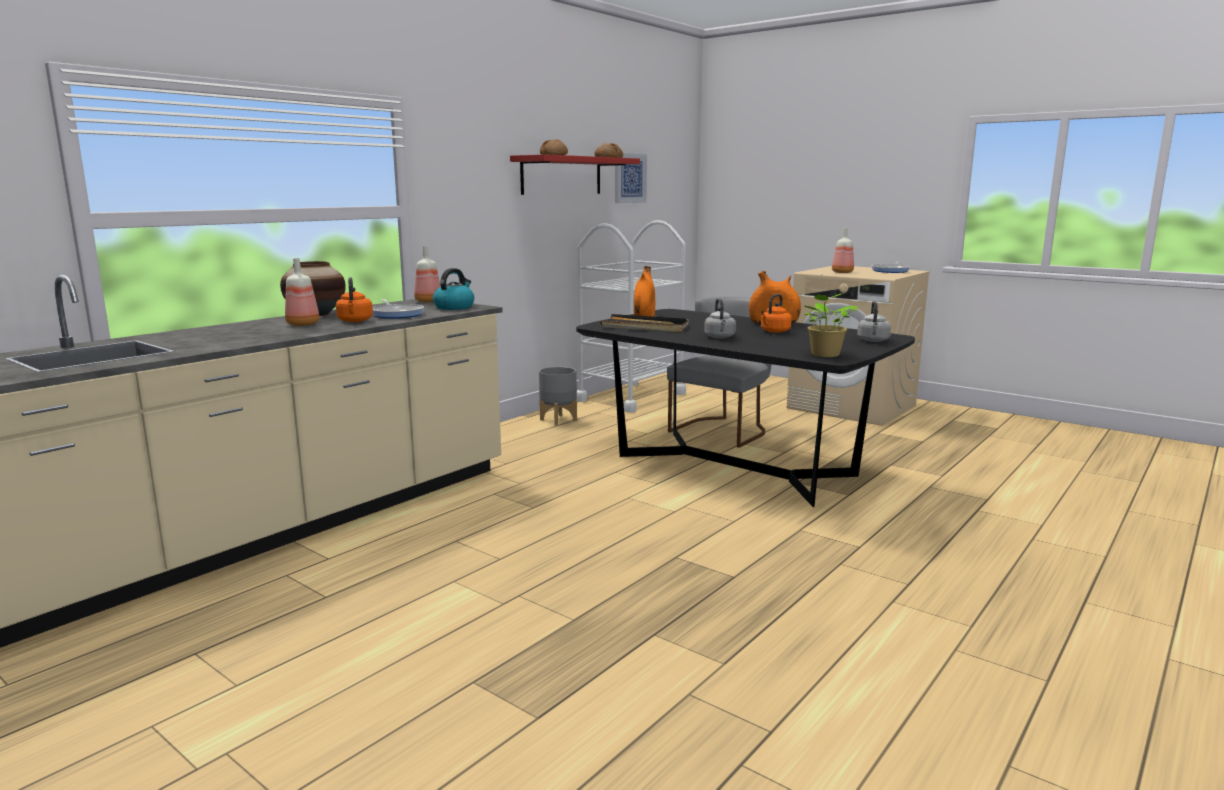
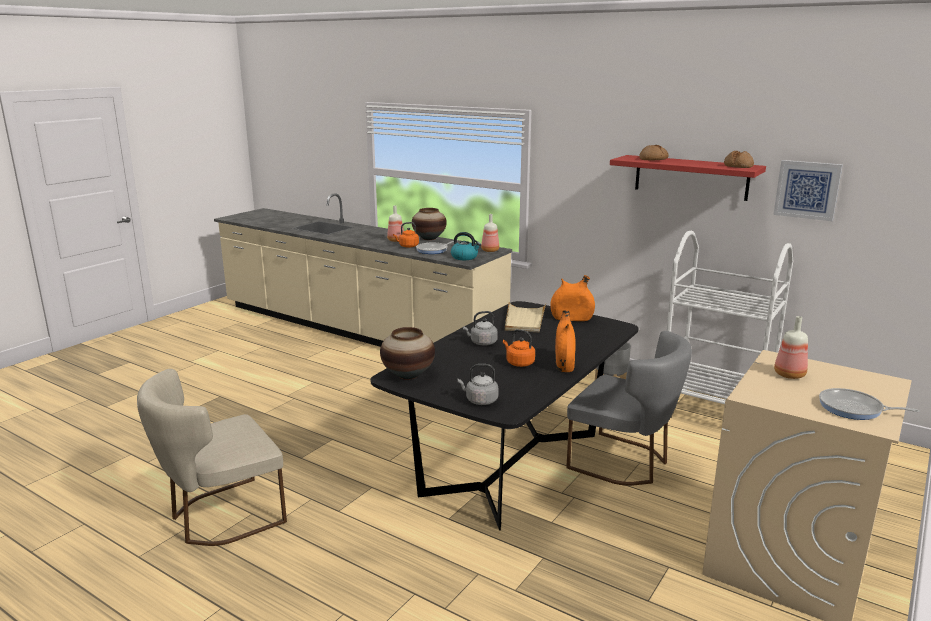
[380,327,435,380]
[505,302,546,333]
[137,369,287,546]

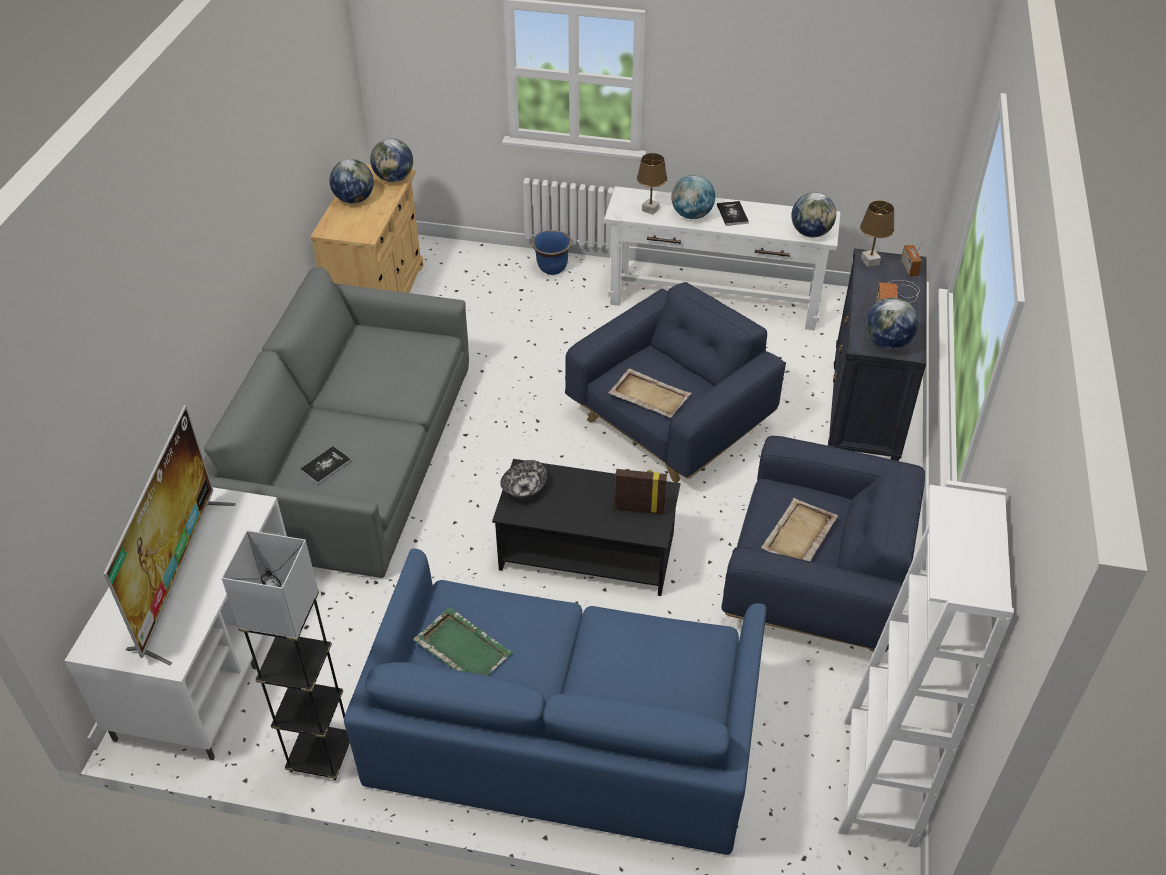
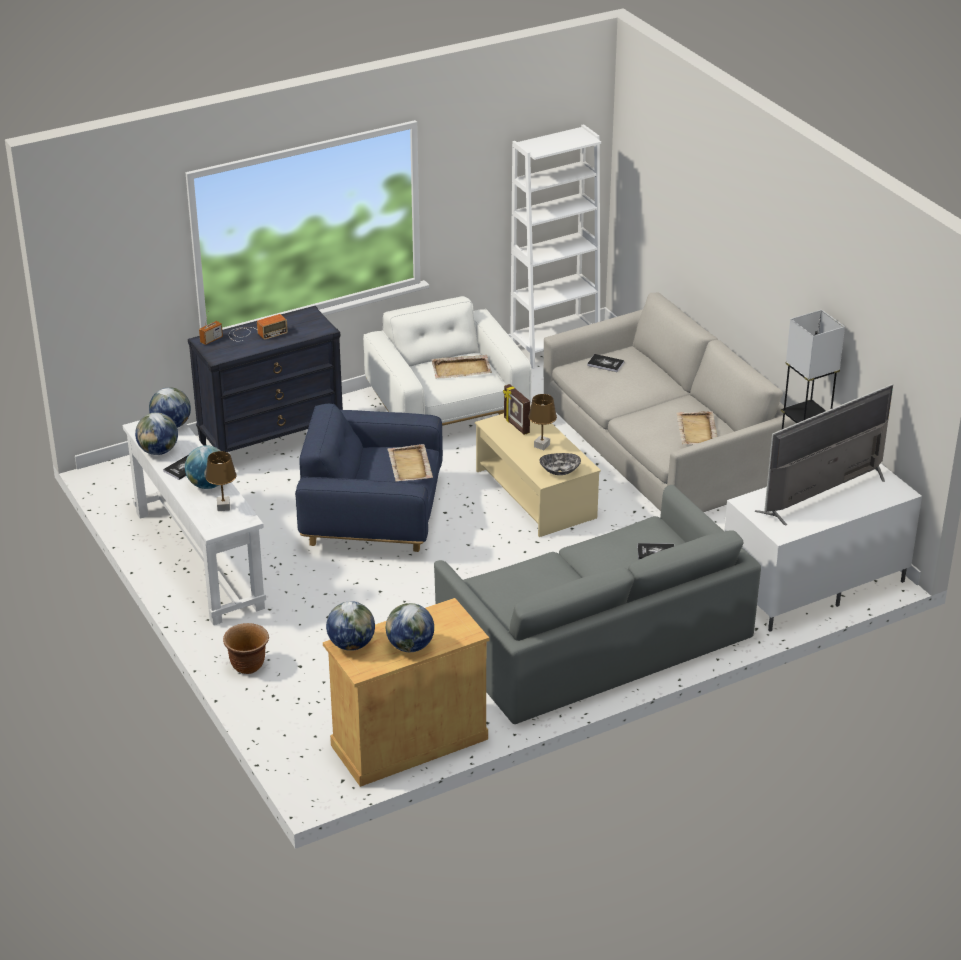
[528,394,557,450]
[223,623,269,674]
[135,412,178,455]
[363,296,531,426]
[475,405,601,537]
[544,292,796,512]
[676,411,717,444]
[587,354,624,372]

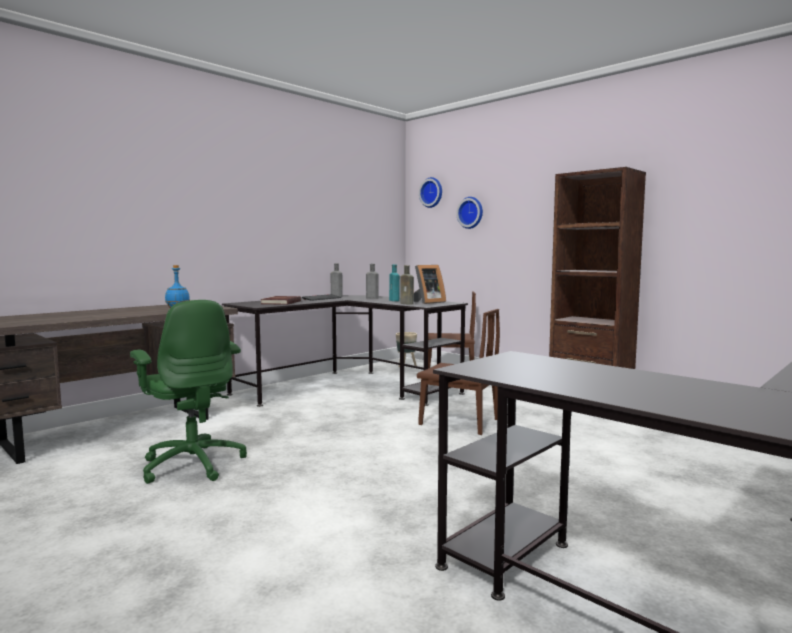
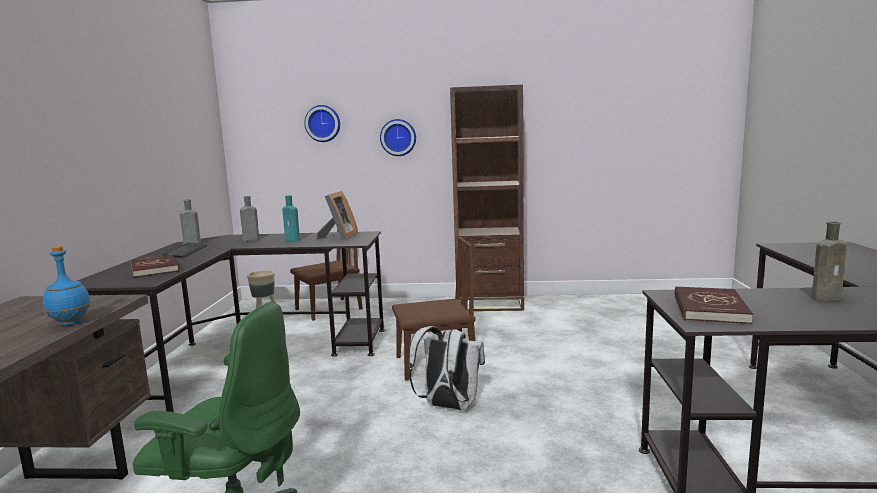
[380,119,416,156]
[812,221,847,301]
[675,286,753,324]
[409,326,485,410]

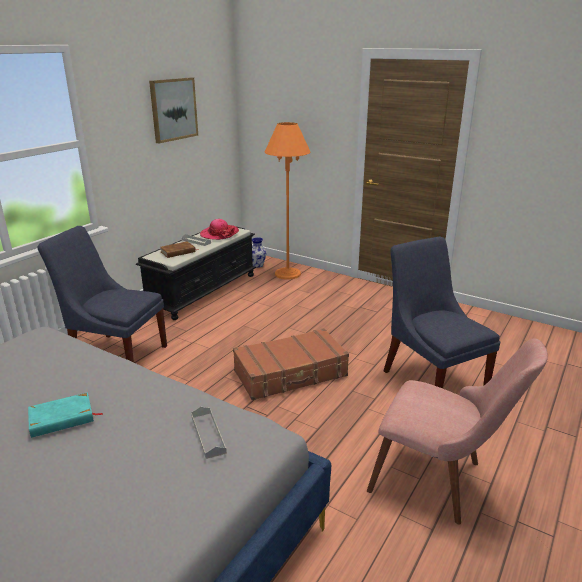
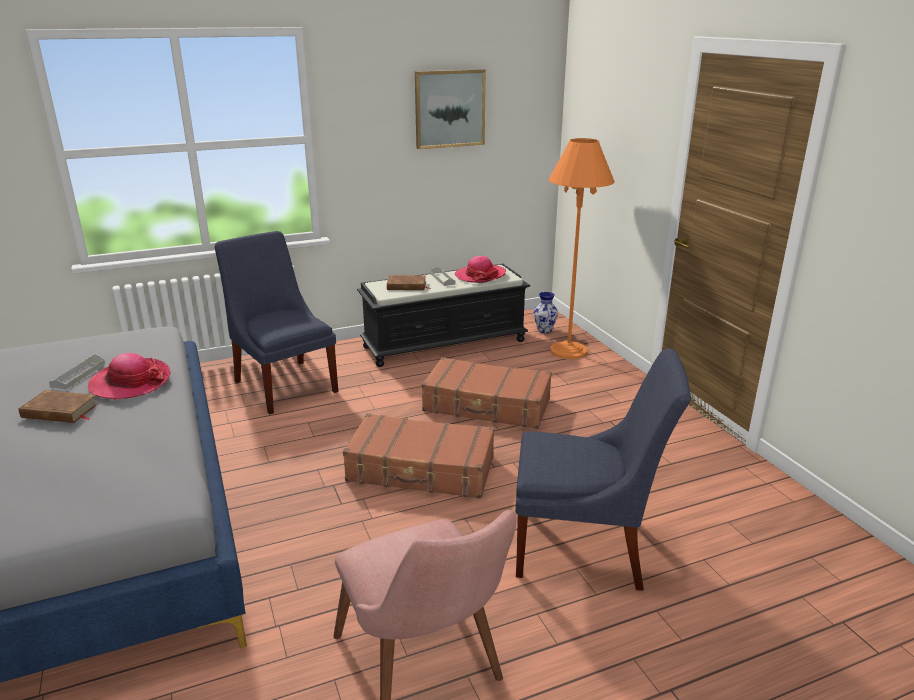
[515,348,691,591]
[19,390,98,423]
[49,354,105,390]
[88,353,171,400]
[422,357,552,429]

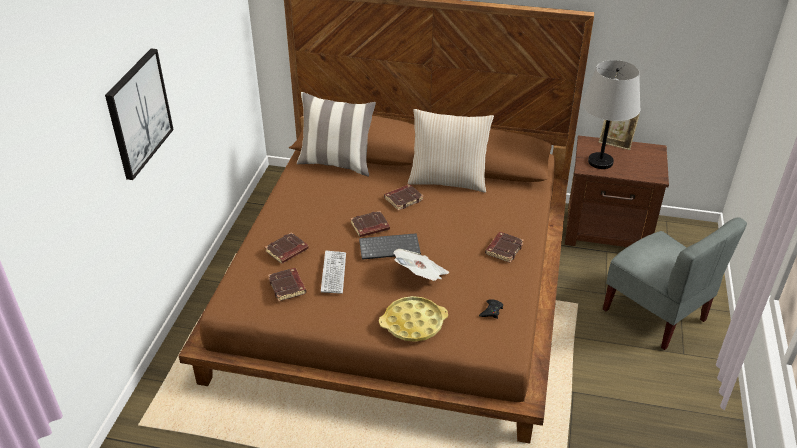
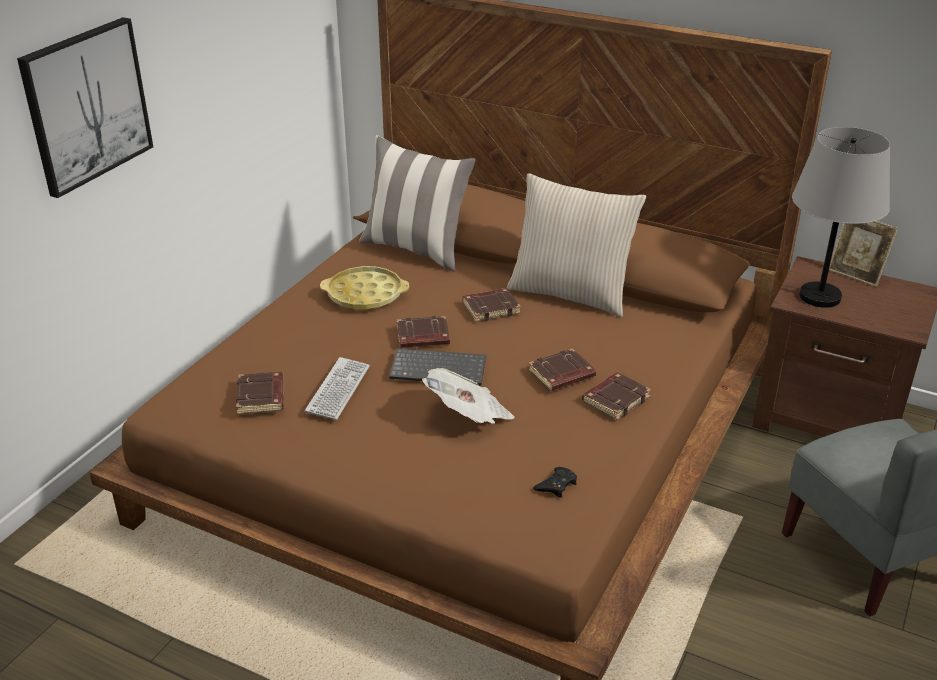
[529,349,596,391]
[320,266,409,310]

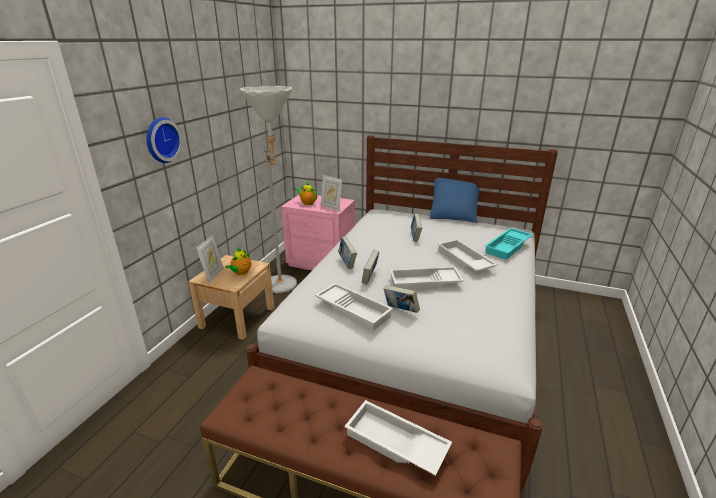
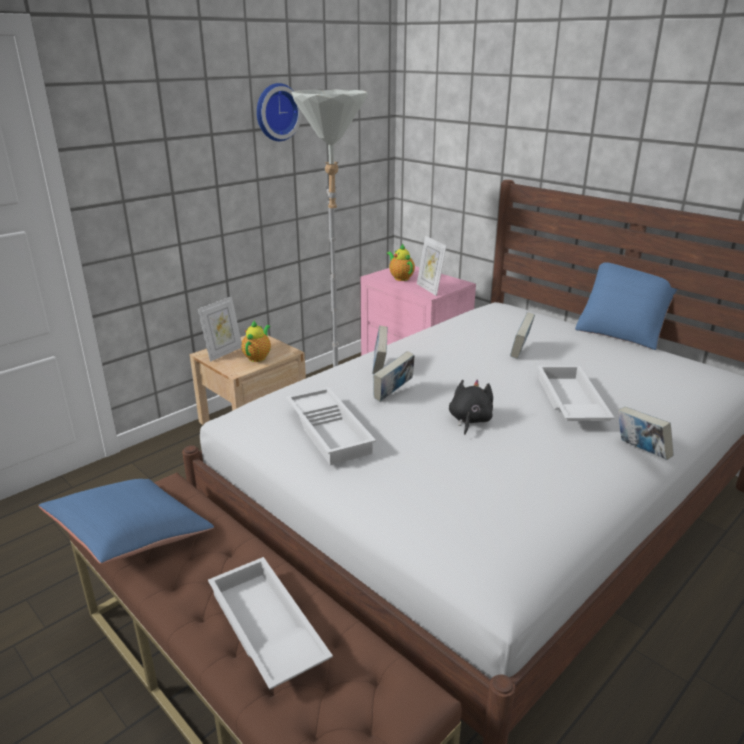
[257,83,302,141]
[485,228,533,260] (first image)
[241,320,271,362]
[449,380,493,435]
[618,407,674,460]
[39,479,214,564]

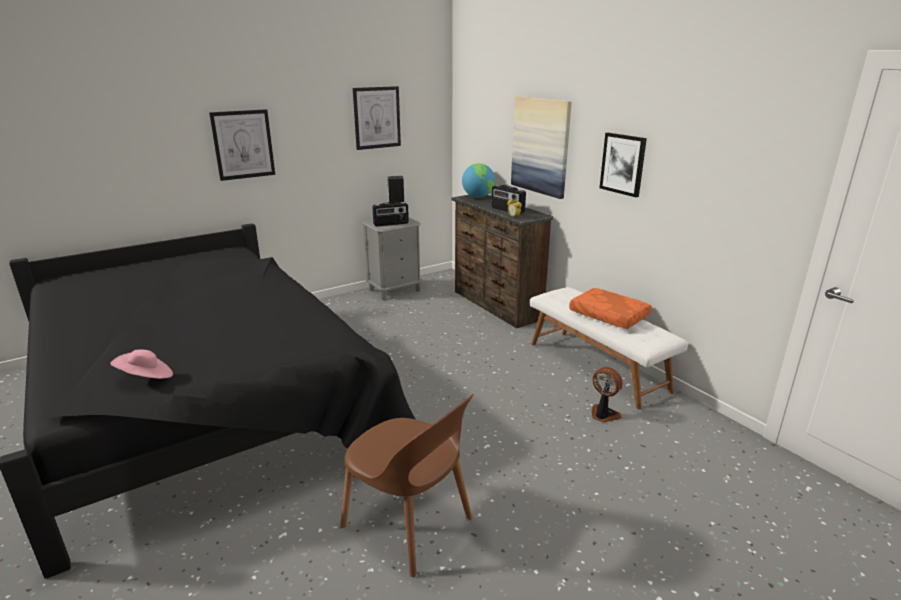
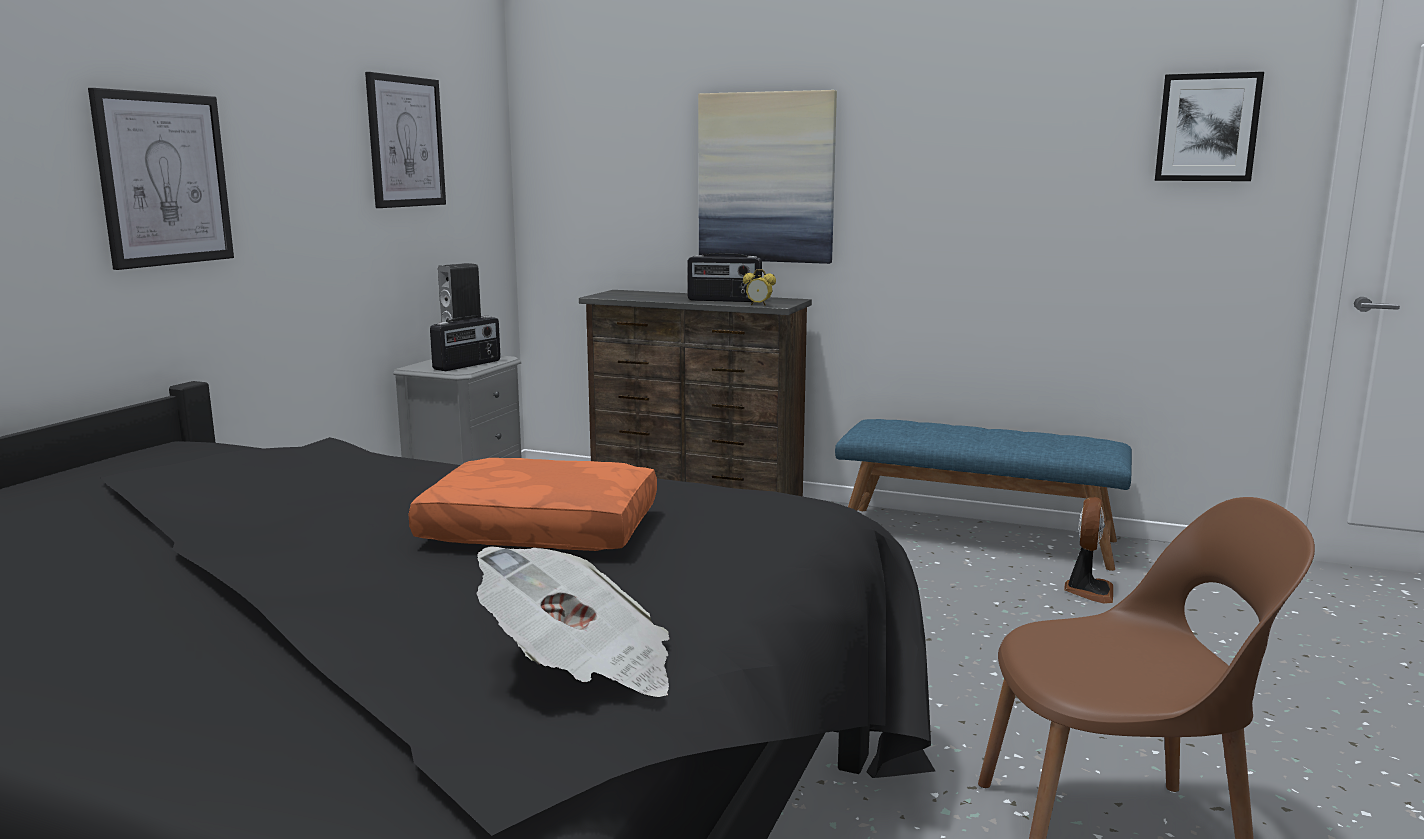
[1155,72,1264,181]
[462,163,495,198] (first image)
[835,419,1132,571]
[409,458,657,551]
[476,546,670,697]
[1064,497,1113,604]

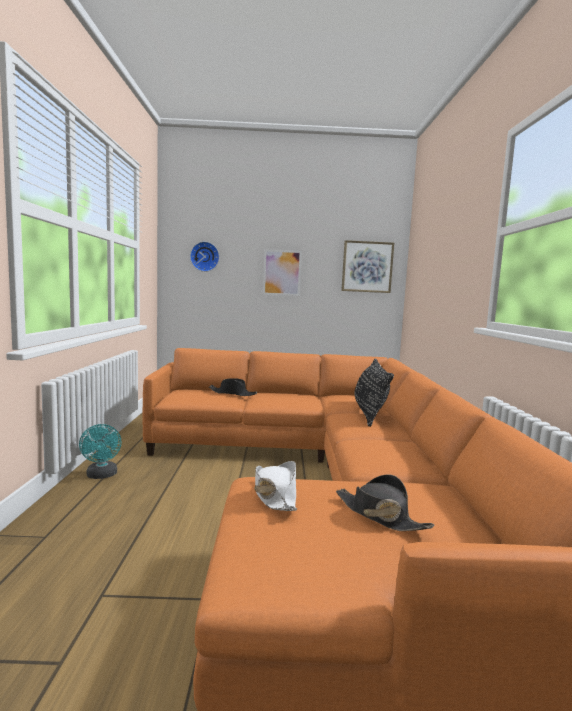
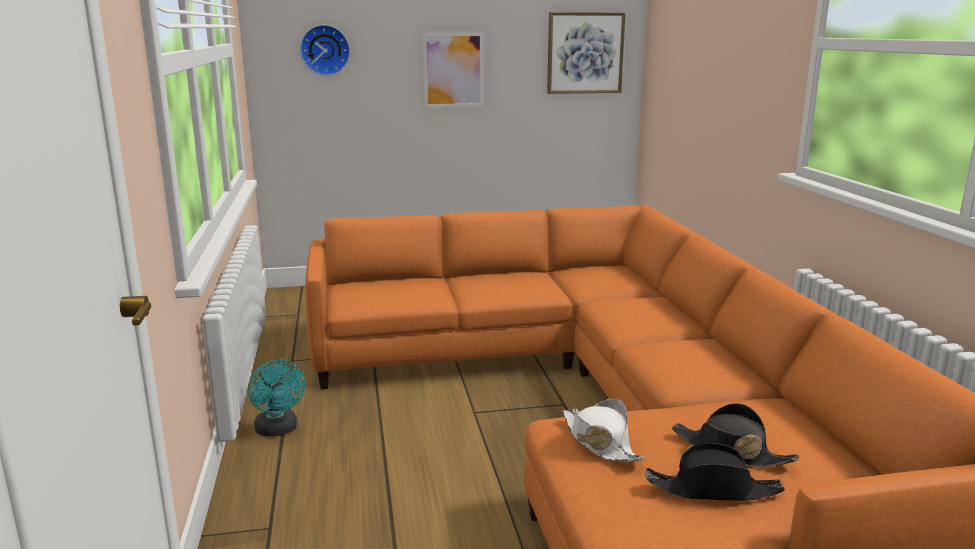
[355,358,394,427] (first image)
[645,443,785,501]

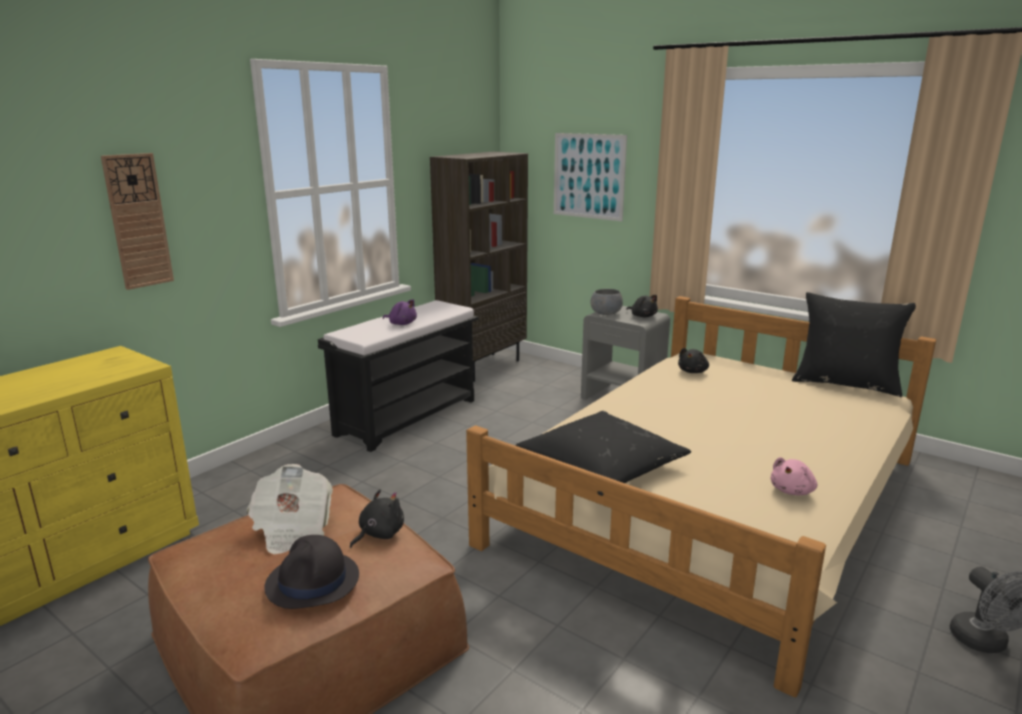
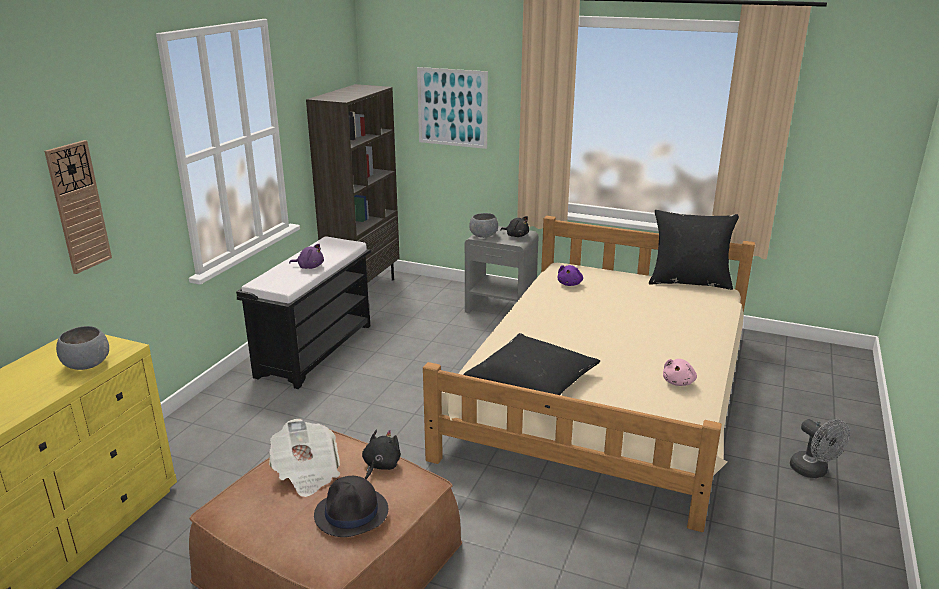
[558,265,583,286]
[56,326,109,370]

